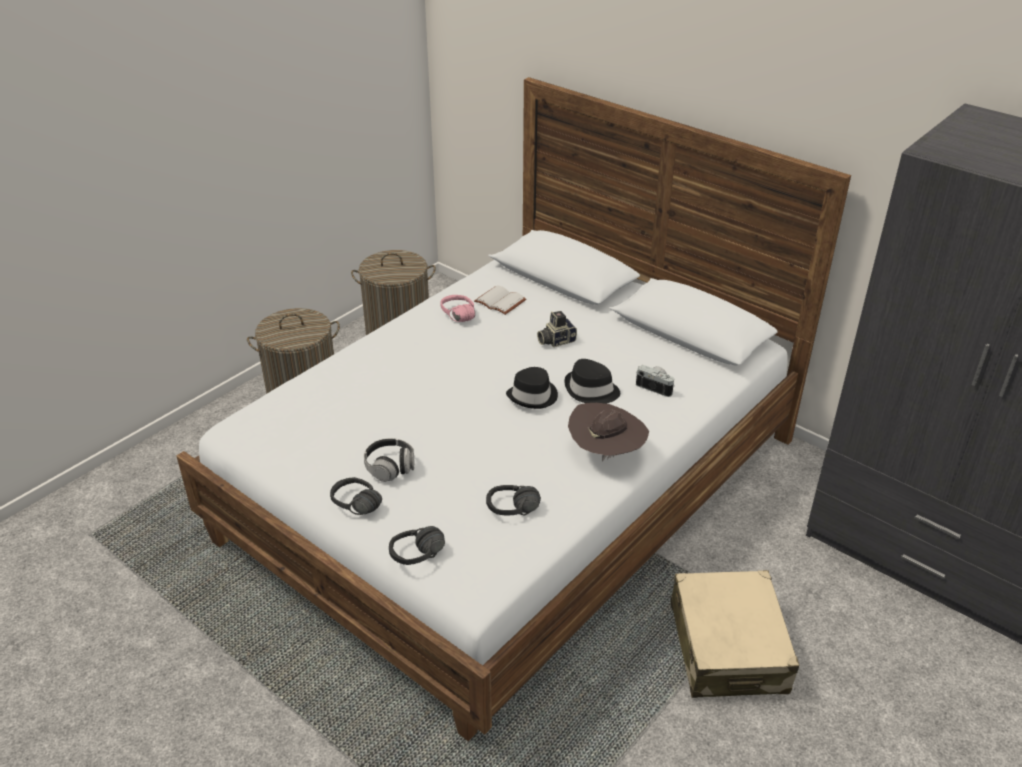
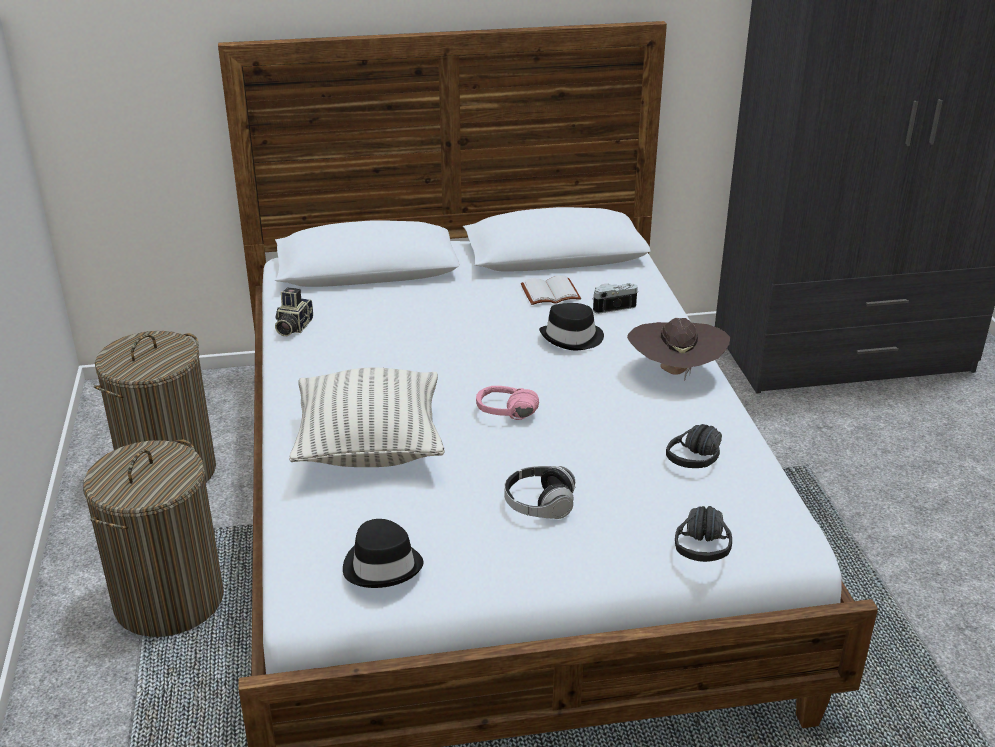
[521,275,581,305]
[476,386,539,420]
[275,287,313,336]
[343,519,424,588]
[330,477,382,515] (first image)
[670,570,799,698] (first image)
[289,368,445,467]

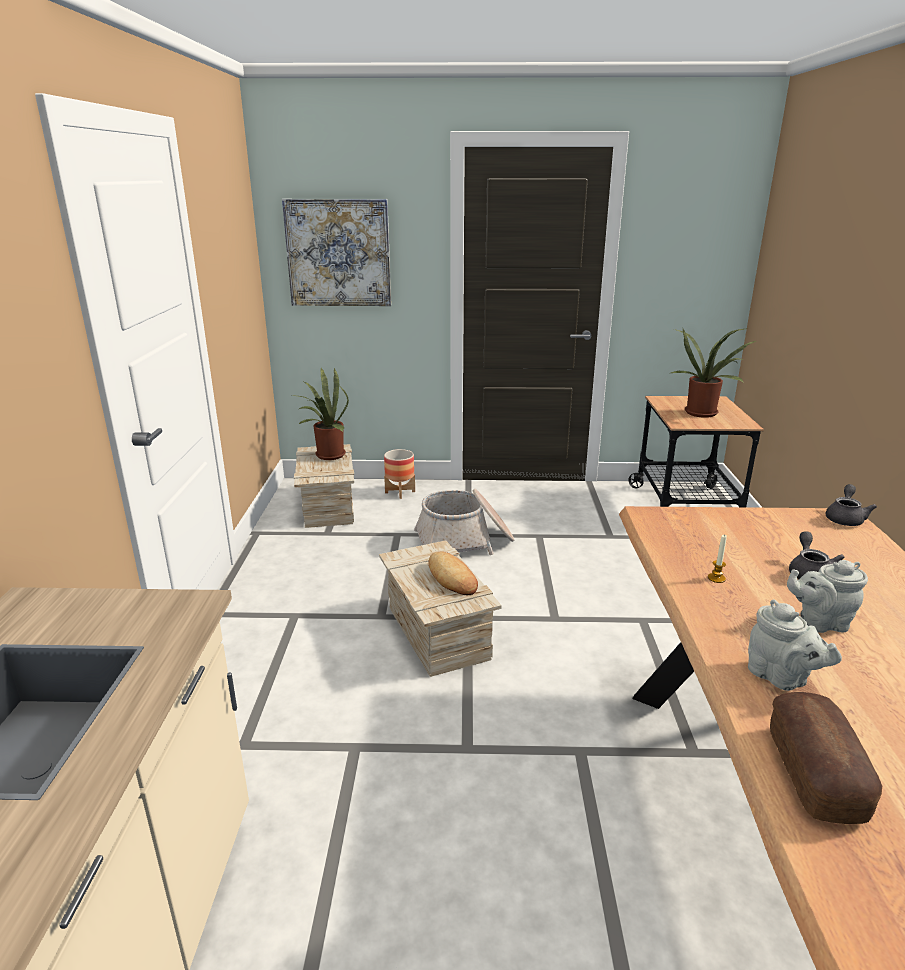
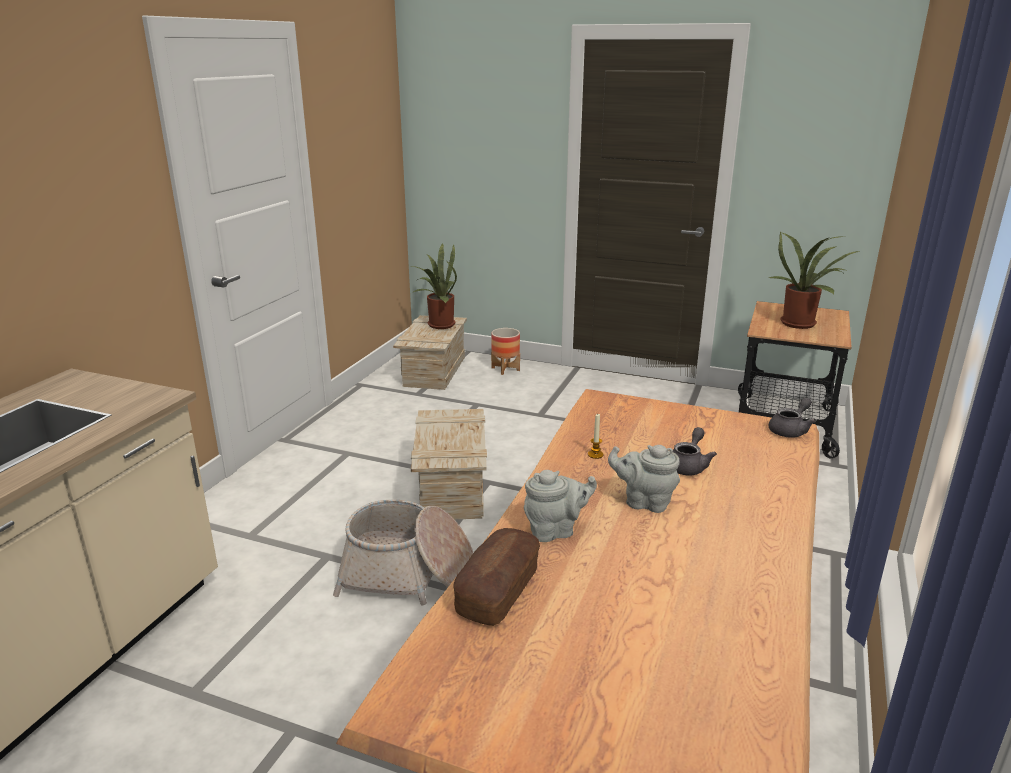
[282,199,391,306] (first image)
[333,500,473,606]
[429,552,478,596] (first image)
[524,470,597,542]

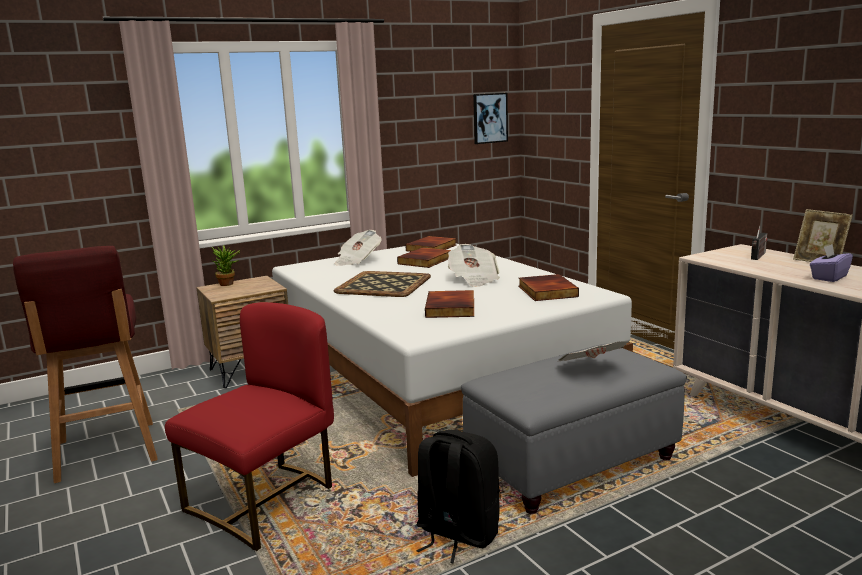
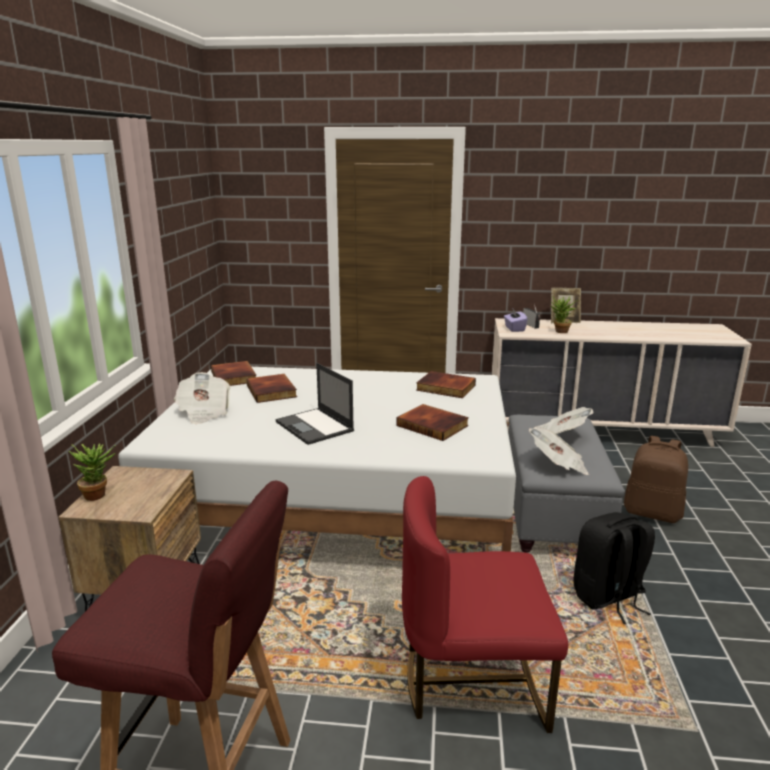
[473,93,508,144] (first image)
[529,428,589,475]
[504,308,528,332]
[276,363,354,445]
[402,476,568,733]
[550,296,578,333]
[624,436,688,523]

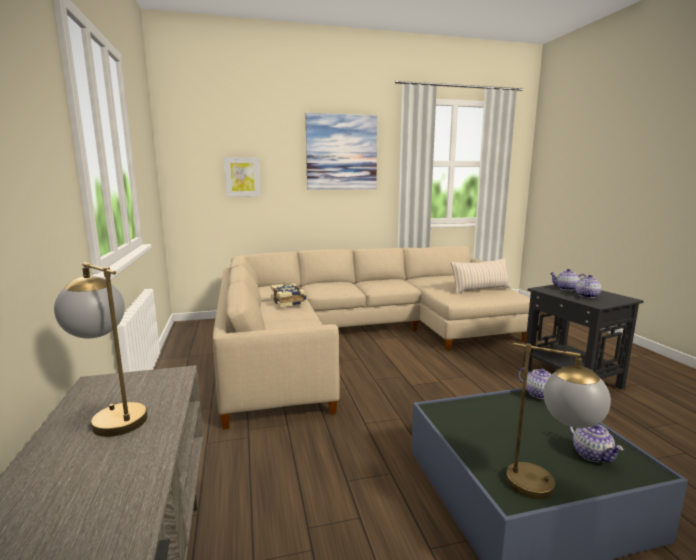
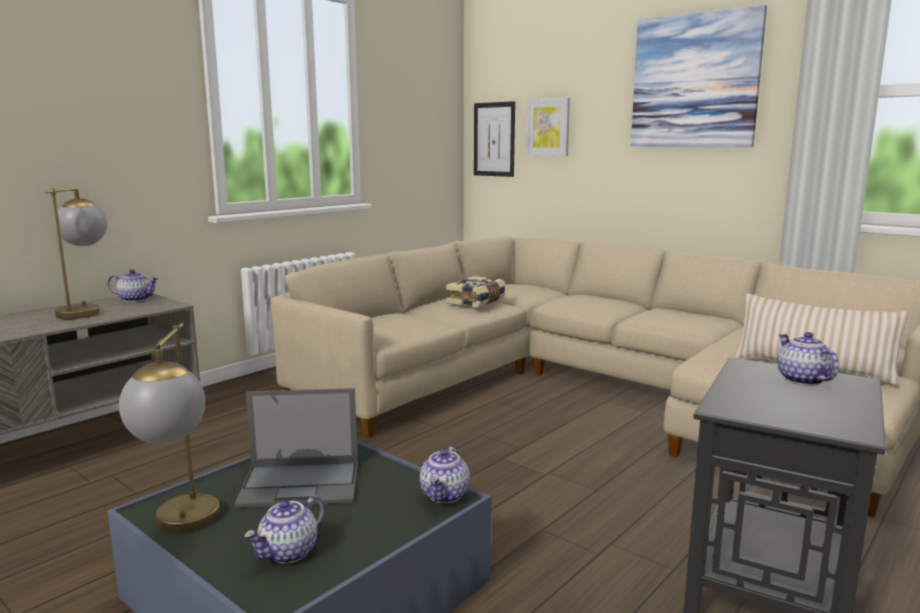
[107,269,159,302]
[474,101,515,177]
[234,388,358,508]

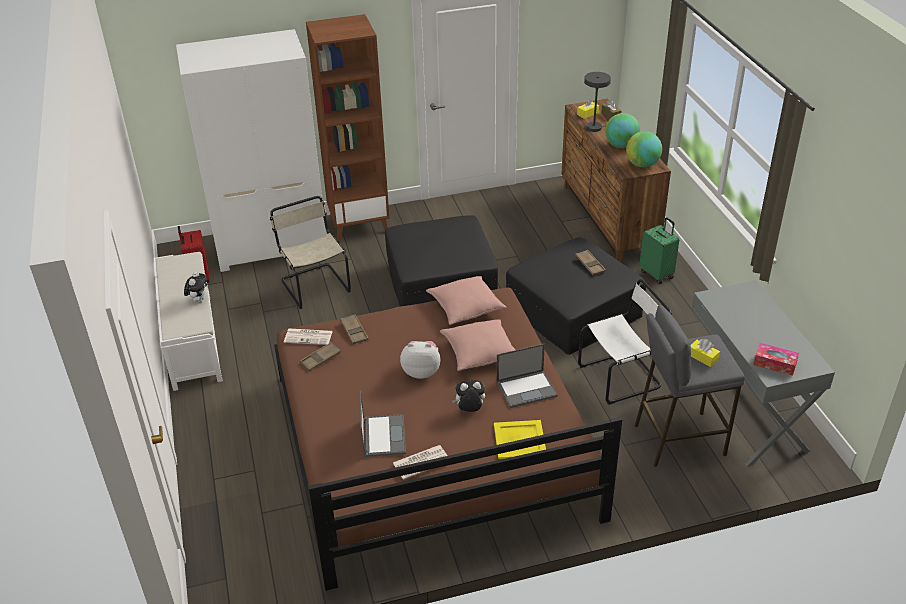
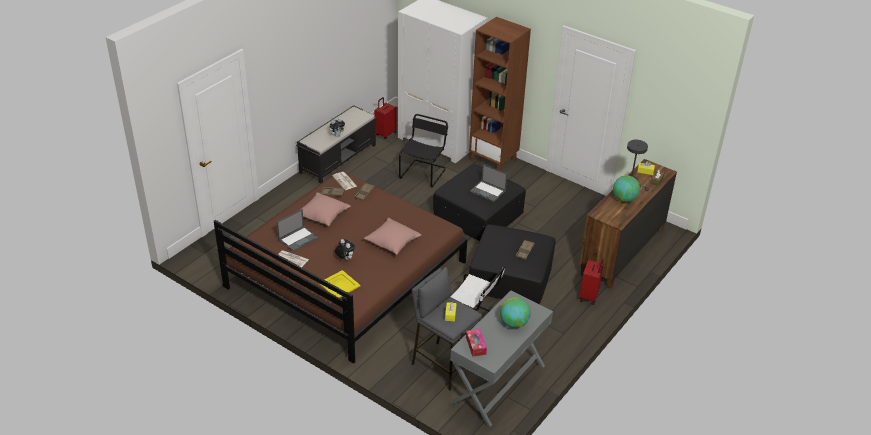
[500,297,531,328]
[399,114,448,188]
[580,259,604,305]
[296,105,376,184]
[300,192,351,226]
[400,341,441,379] (first image)
[470,164,507,202]

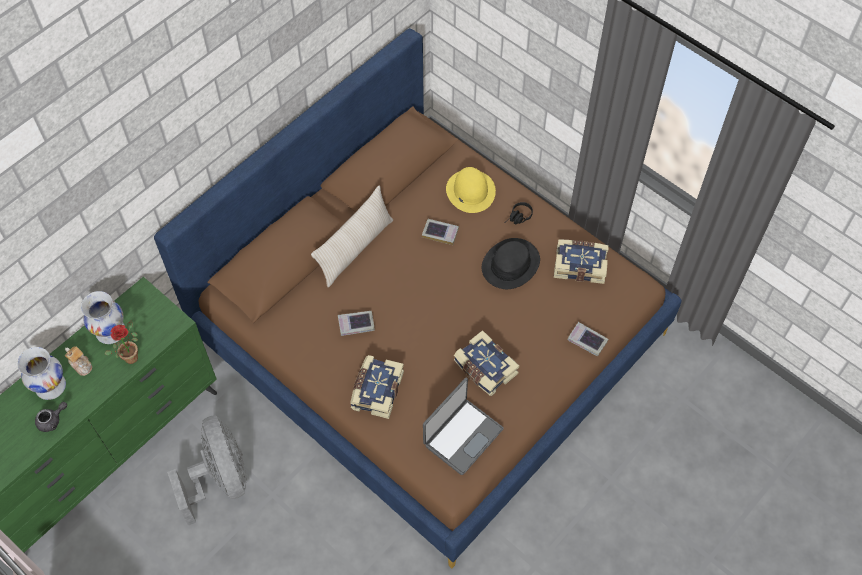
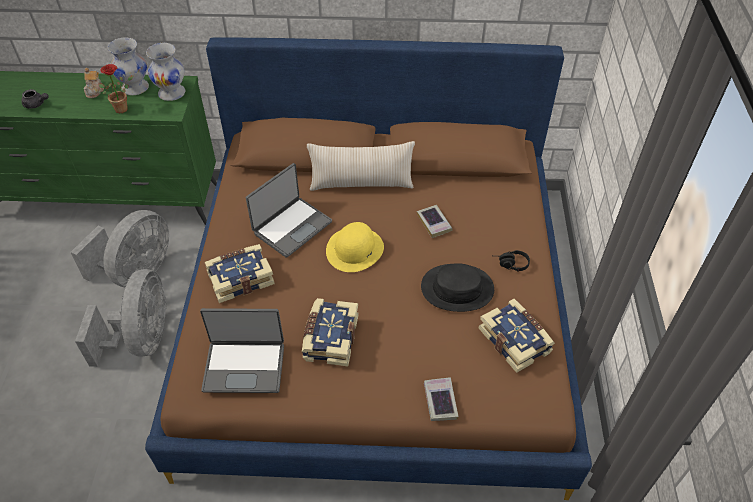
[326,222,384,272]
[246,163,332,258]
[146,43,185,101]
[75,269,167,367]

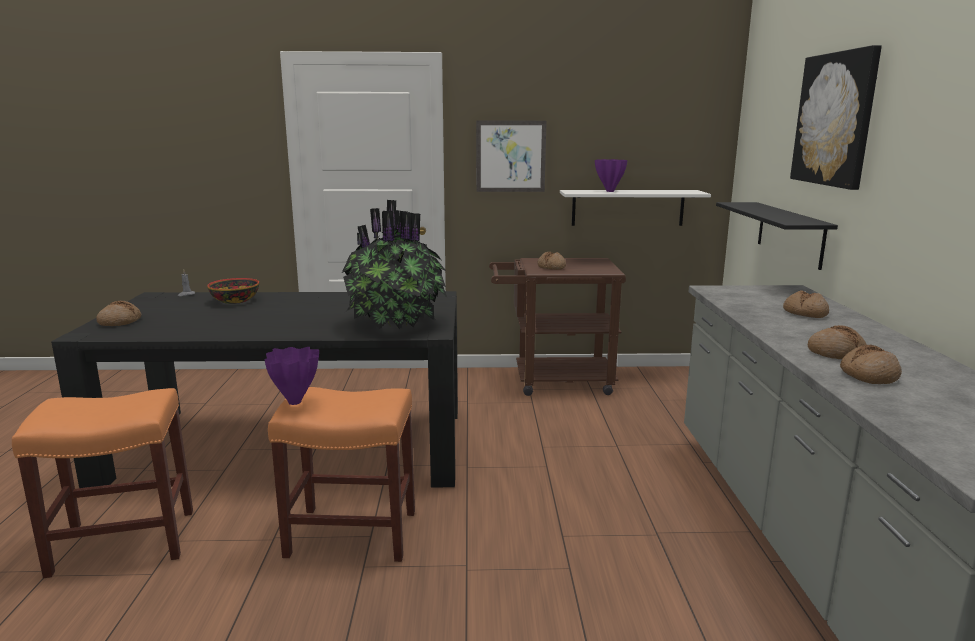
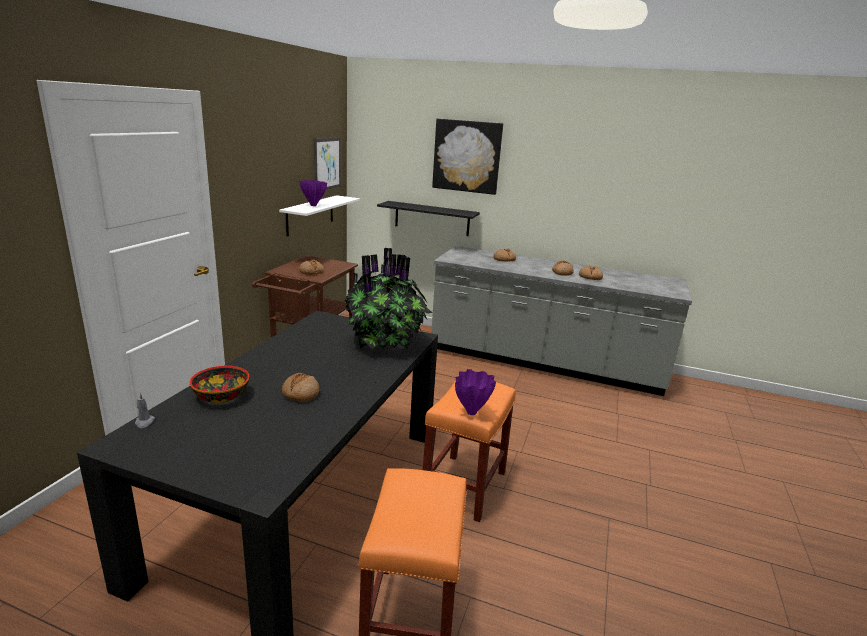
[314,137,341,190]
[282,373,319,402]

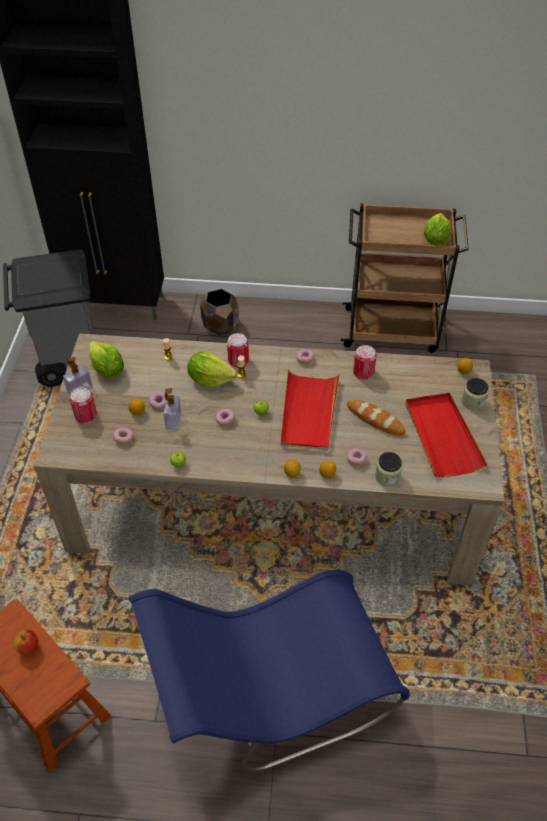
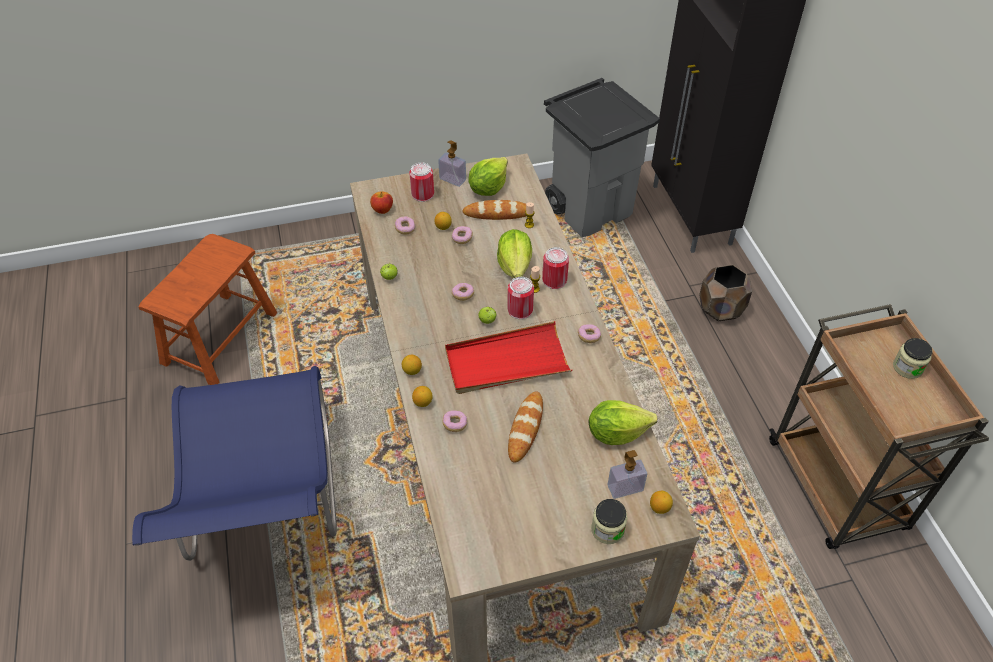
[589,400,658,445]
[507,277,534,319]
[608,450,647,499]
[406,393,488,477] (first image)
[893,338,933,379]
[132,366,337,561]
[370,191,393,214]
[463,200,526,220]

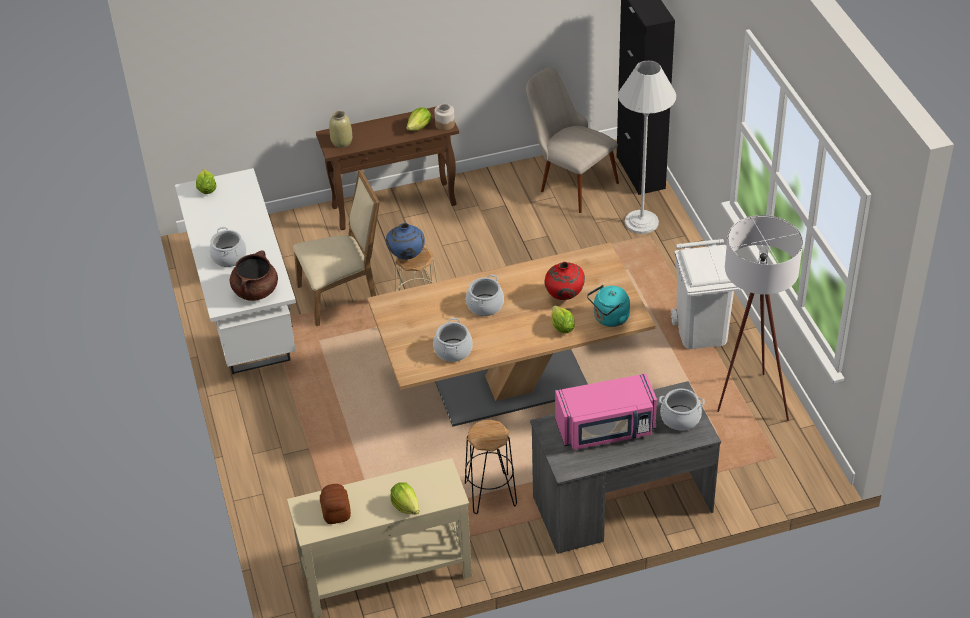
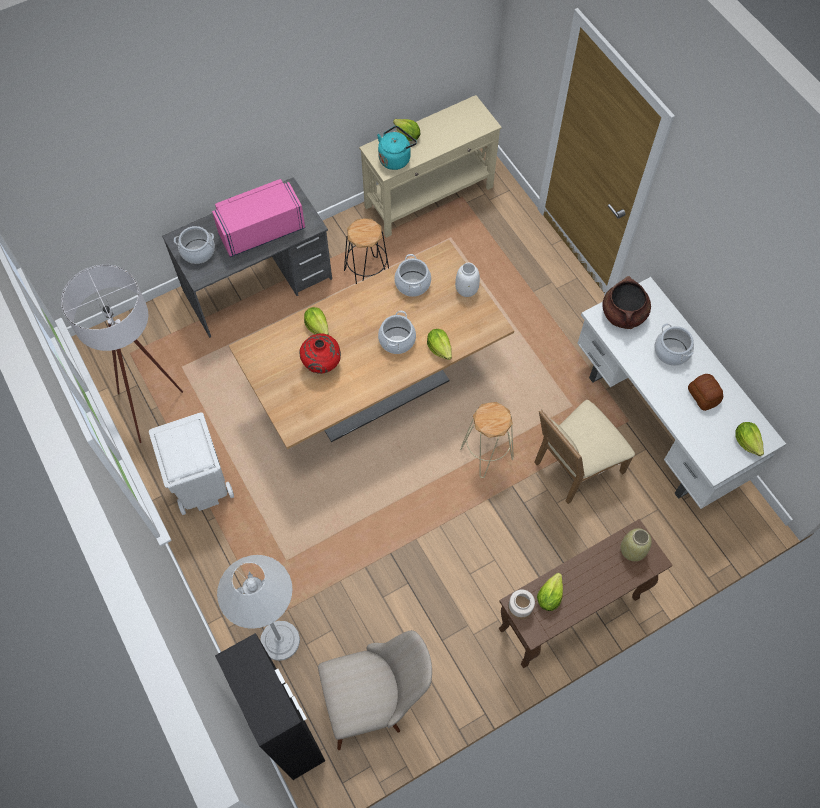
[318,630,432,750]
[386,223,425,260] (first image)
[377,126,417,170]
[688,374,723,411]
[455,263,480,297]
[427,329,452,360]

